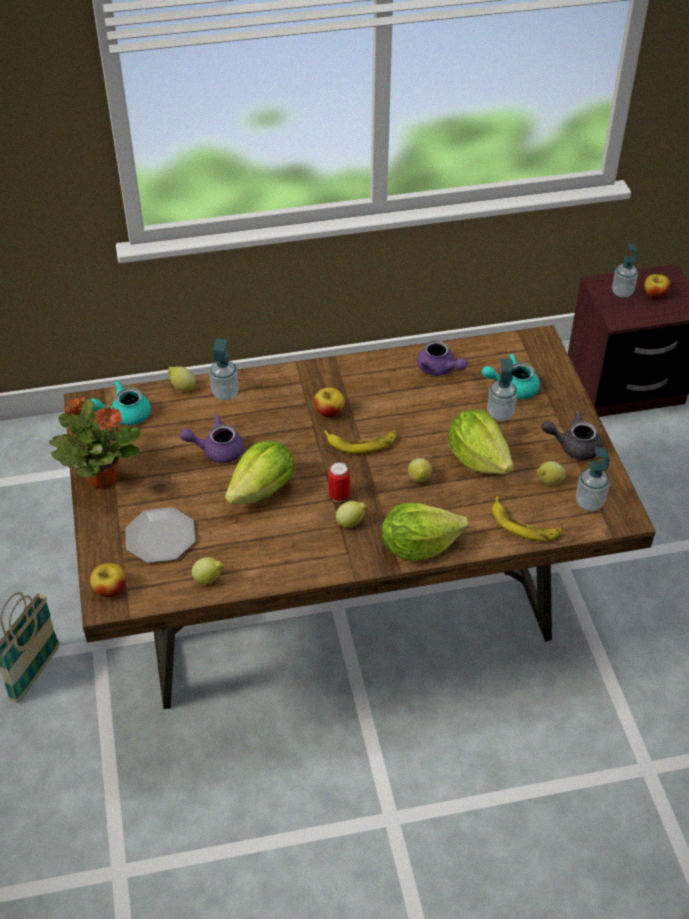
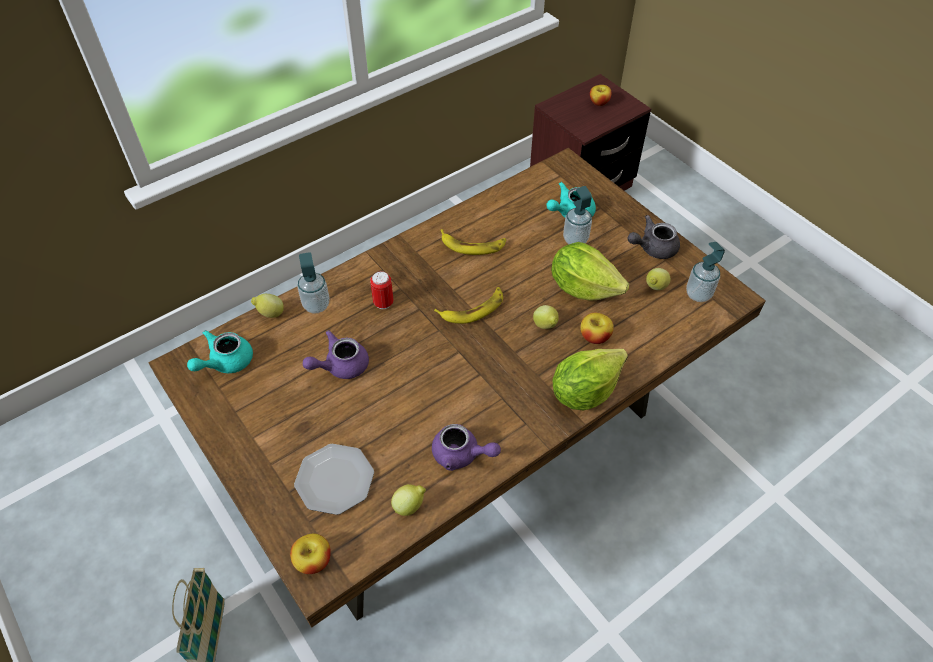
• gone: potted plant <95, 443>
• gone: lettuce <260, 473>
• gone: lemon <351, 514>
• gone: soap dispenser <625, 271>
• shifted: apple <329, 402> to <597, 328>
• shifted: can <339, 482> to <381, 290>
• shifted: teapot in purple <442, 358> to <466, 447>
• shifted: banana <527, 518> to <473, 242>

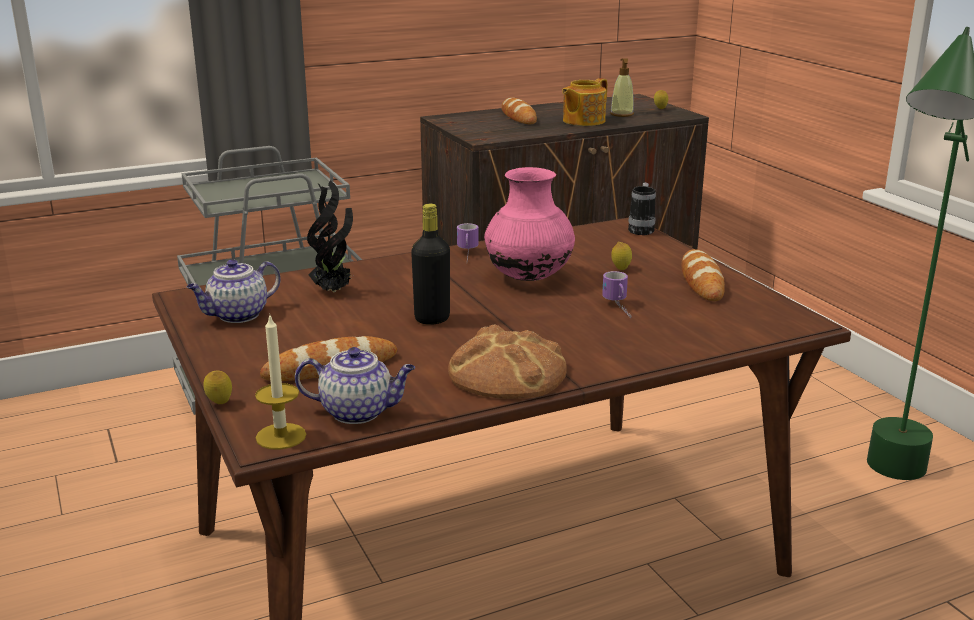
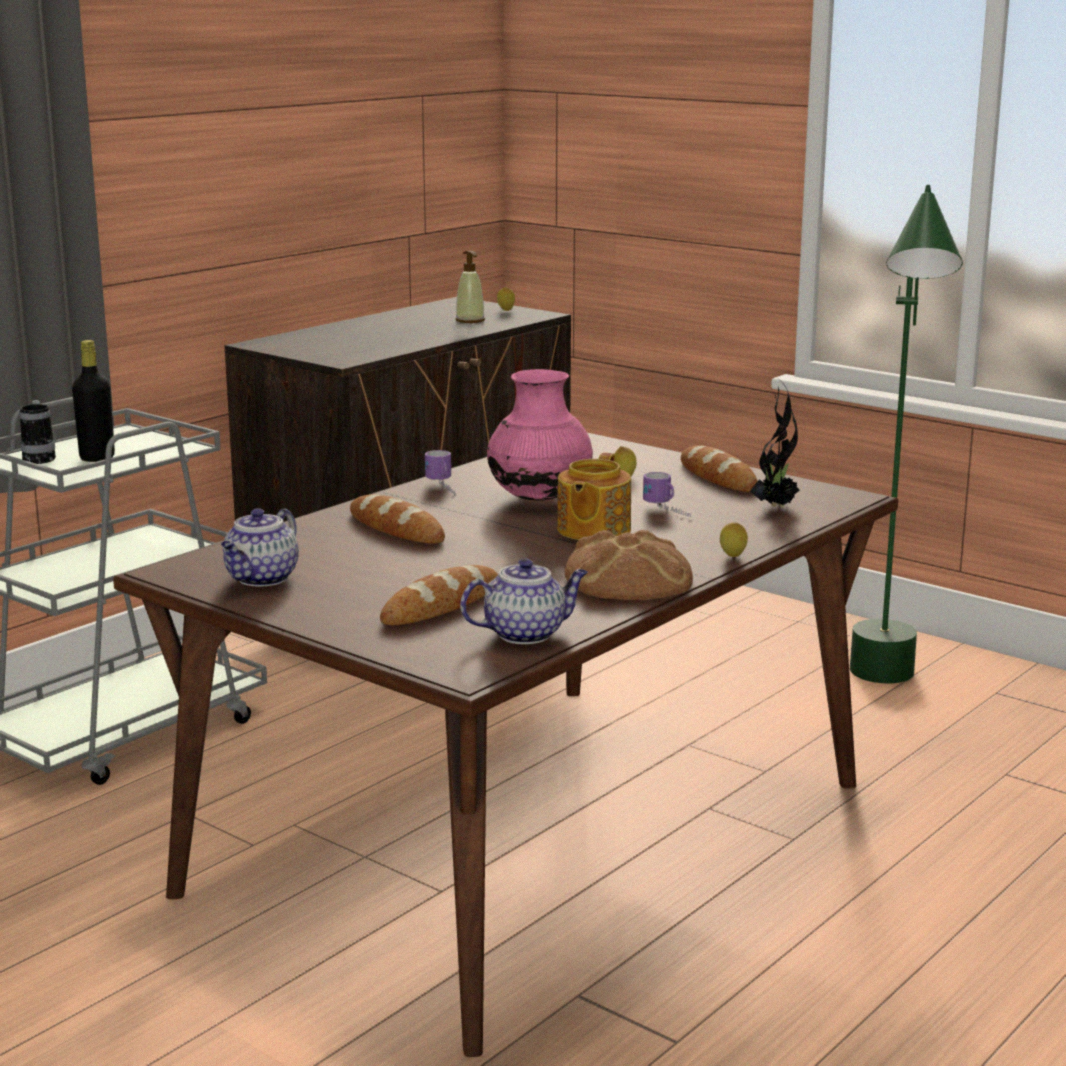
• gone: candle <280, 381>
• shifted: lemon <217, 387> to <734, 540>
• shifted: potted plant <330, 236> to <775, 446>
• shifted: bottle in black <430, 264> to <93, 401>
• shifted: bread <519, 110> to <397, 518>
• shifted: teapot <584, 102> to <594, 496>
• shifted: mug <642, 208> to <37, 432>

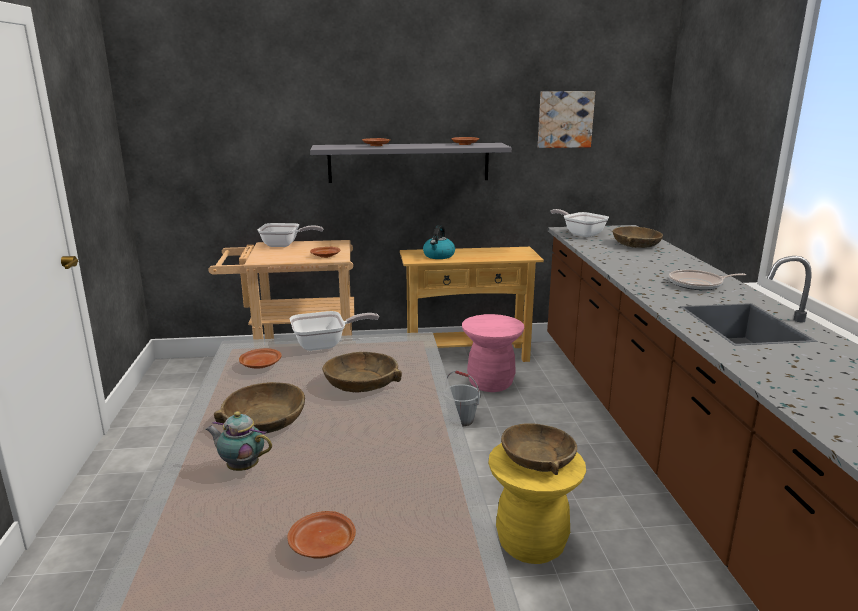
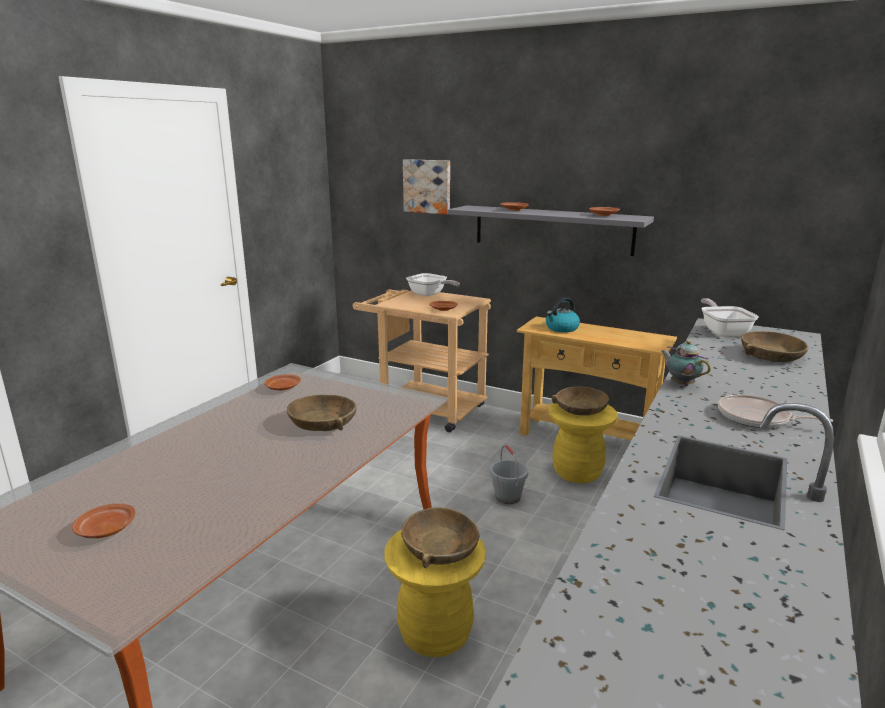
• gone: frying pan <334, 331>
• shifted: teapot <239, 441> to <686, 363>
• shifted: bowl in brown <259, 408> to <580, 401>
• shifted: picture <566, 119> to <426, 187>
• repainted: stool in pink <493, 353> to stool in yellow <583, 443>

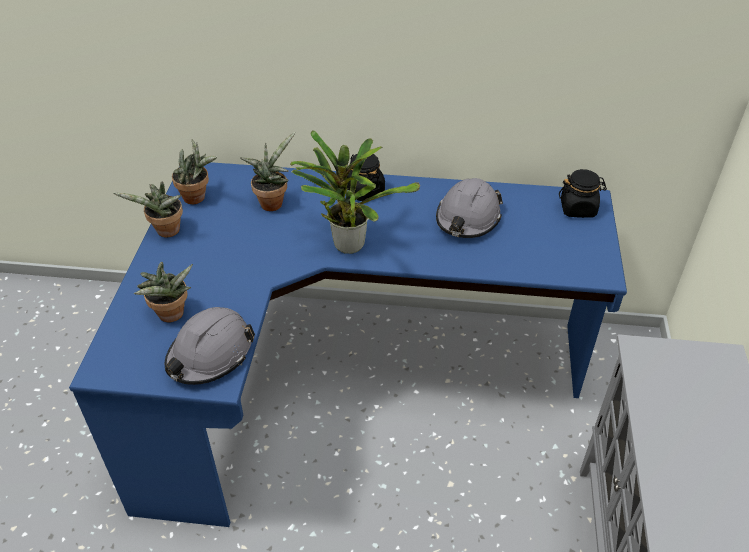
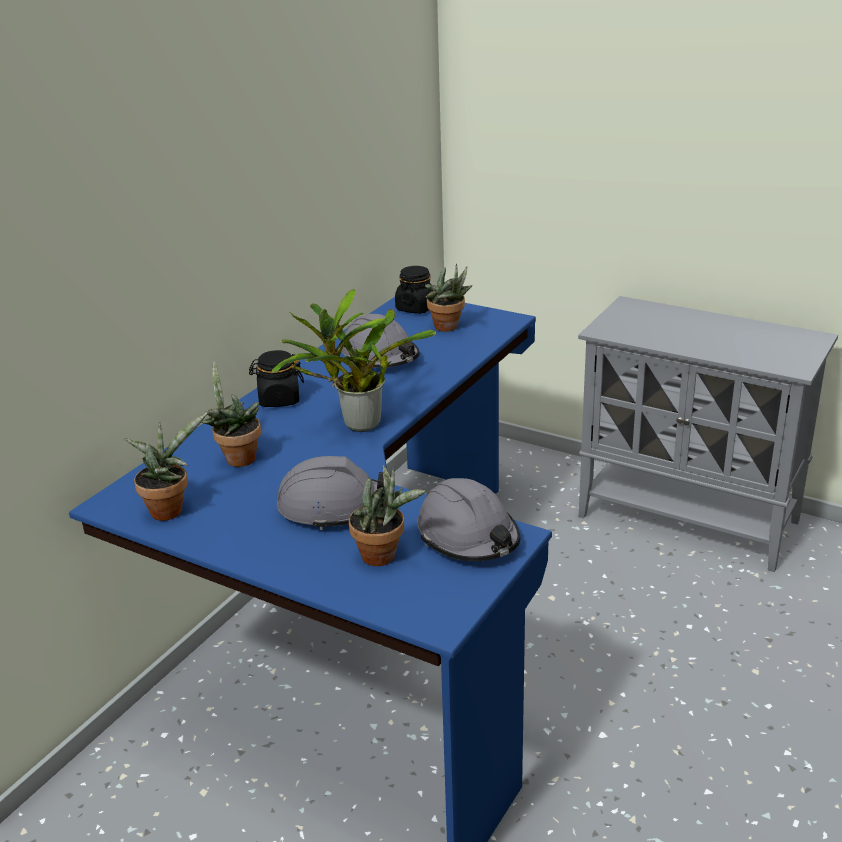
• new: hard hat in grey <334, 493>
• shifted: potted plant <148, 209> to <449, 297>

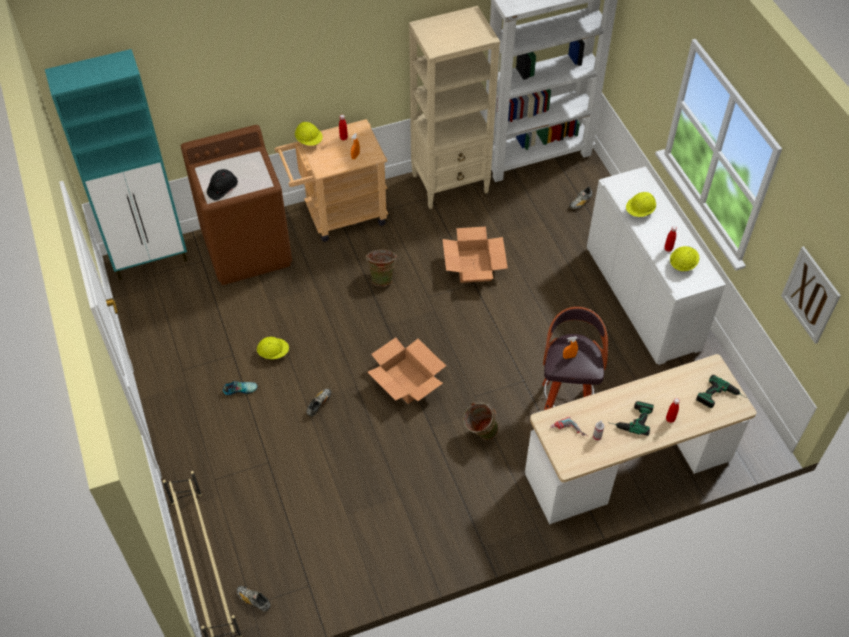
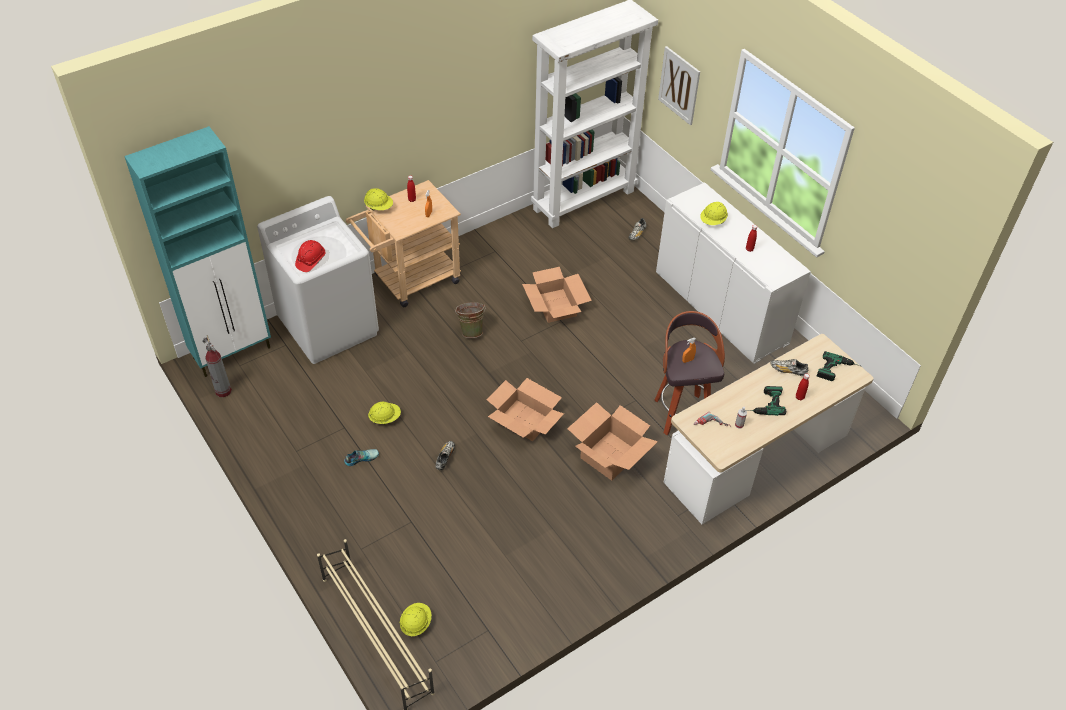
• gone: bookcase in beige <454, 107>
• new: fire extinguisher <217, 366>
• shifted: shoe <253, 599> to <789, 367>
• shifted: hard hat in yellow <684, 258> to <416, 619>
• shifted: picture <811, 295> to <679, 85>
• swapped: bucket in green <481, 421> to cardboard box <612, 441>
• repainted: washing machine in brown <236, 205> to washing machine in white <318, 280>
• repainted: hard hat in black <222, 184> to hard hat in red <310, 256>

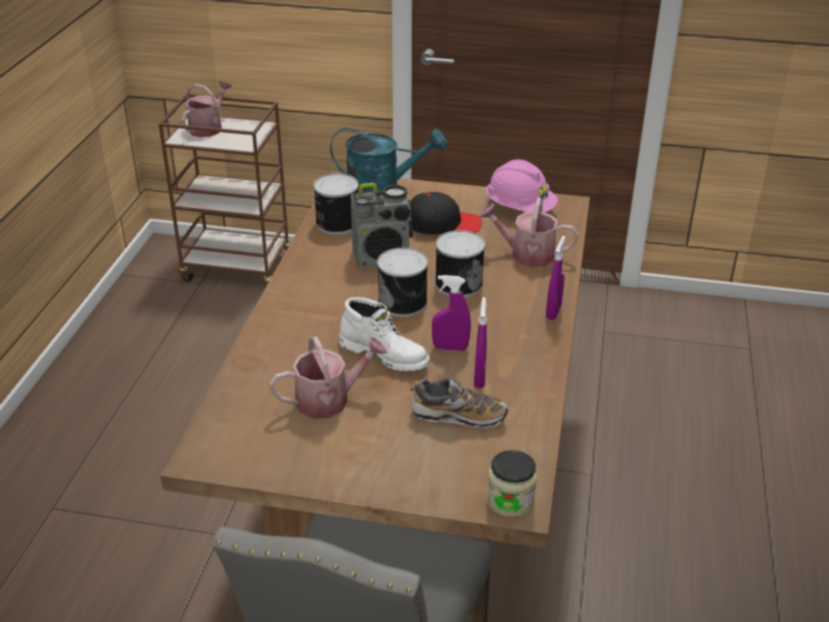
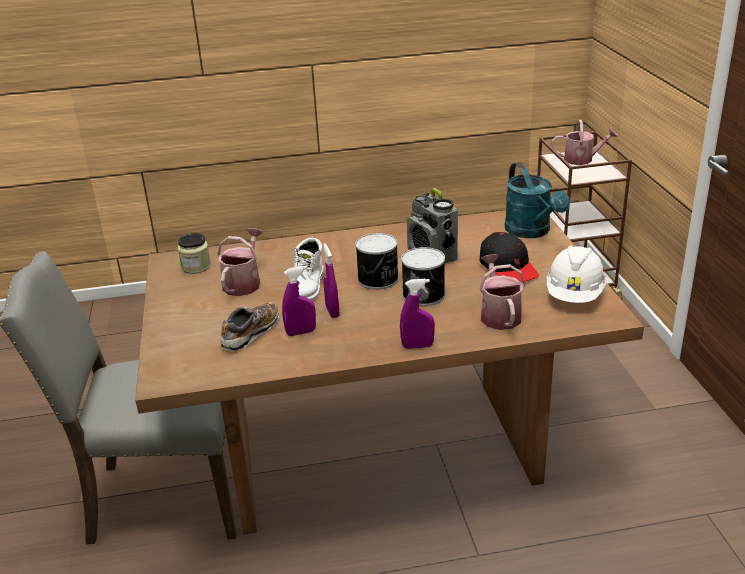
• gone: can <336, 204>
• shifted: jar <512, 483> to <194, 253>
• repainted: hard hat in pink <522, 186> to hard hat in white <576, 274>
• rotated: watering can <328, 377> = <240, 262> 120 degrees counterclockwise
• rotated: shoe <459, 403> = <249, 326> 135 degrees counterclockwise

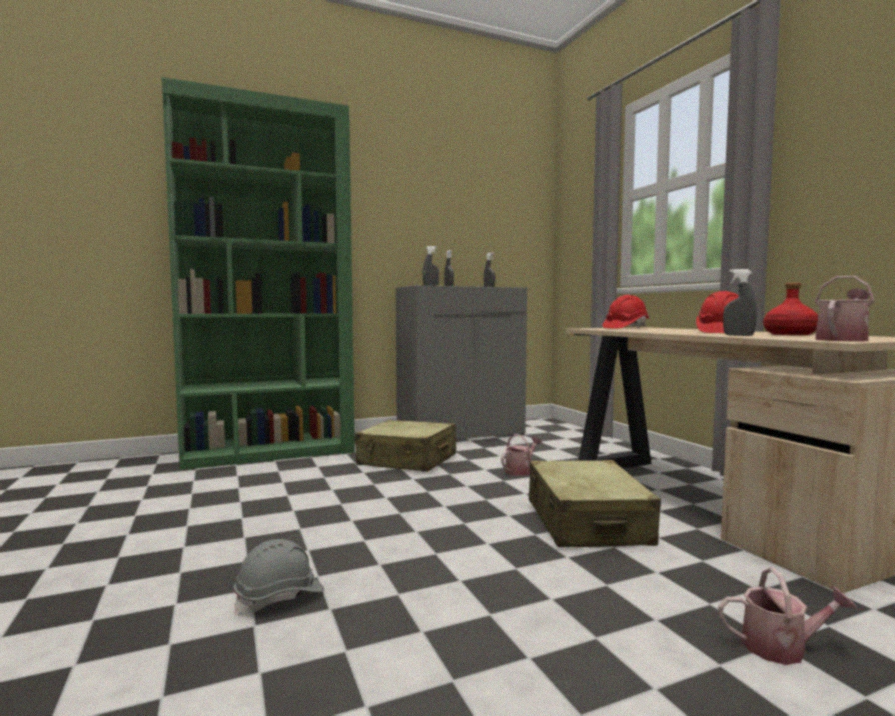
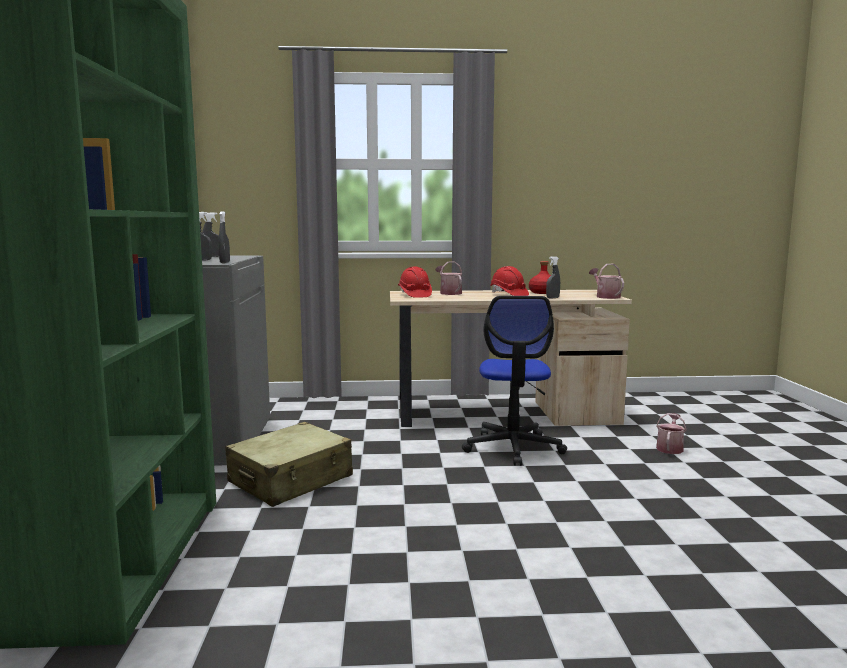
• gone: hard hat in grey <279, 576>
• shifted: watering can <521, 455> to <449, 278>
• swapped: suitcase in beige <595, 503> to office chair <514, 381>

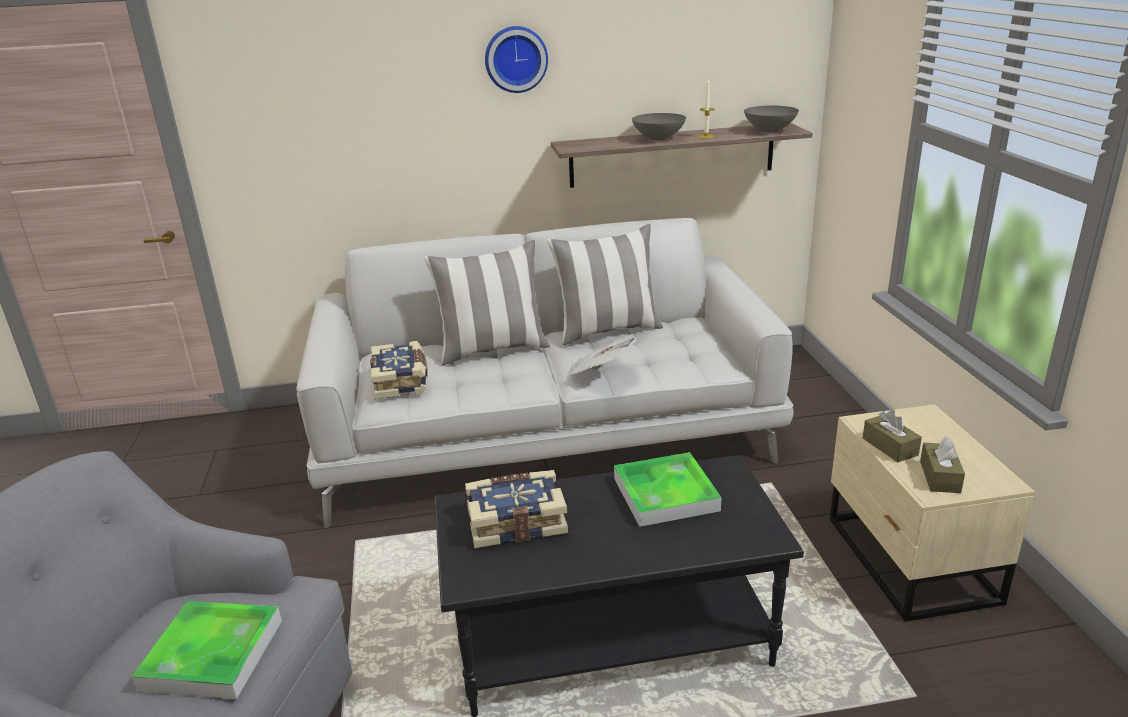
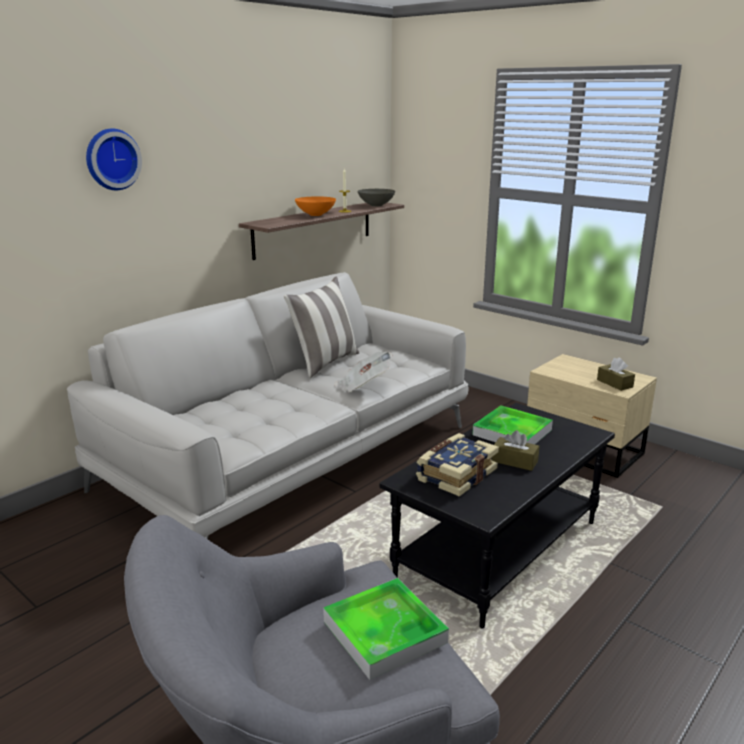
• gone: book <399, 370>
• gone: pillow <487, 303>
• shifted: wall clock <516, 59> to <114, 159>
• shifted: tissue box in brown <892, 436> to <515, 450>
• repainted: bowl in grey <659, 127> to bowl in orange <315, 206>

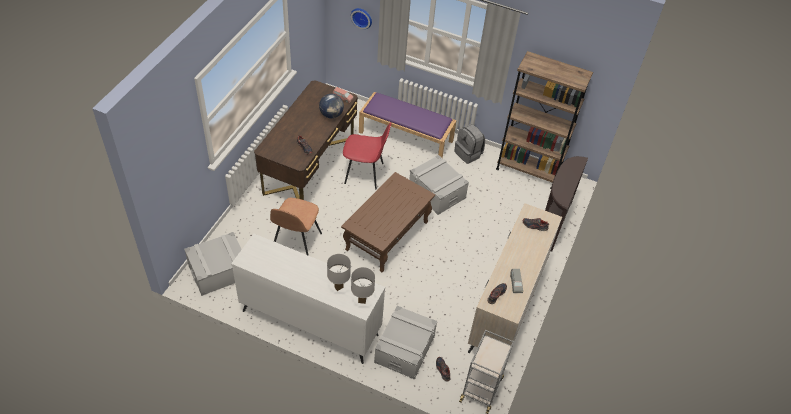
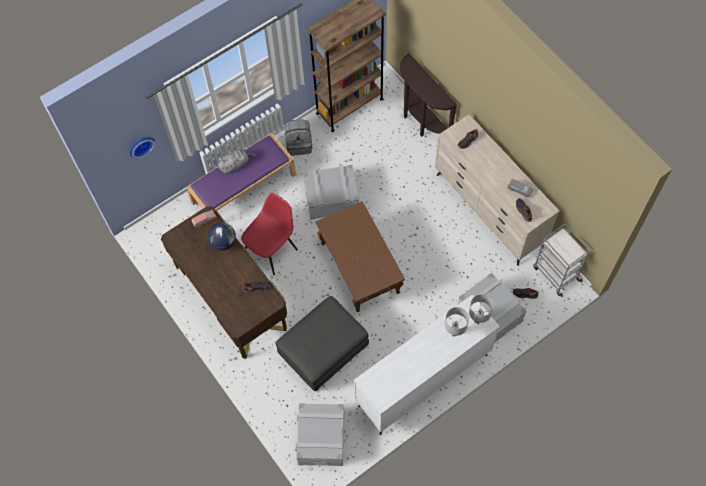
• new: plush toy in grey <236, 161>
• swapped: chair in brown <296, 227> to ottoman in grey <322, 343>

